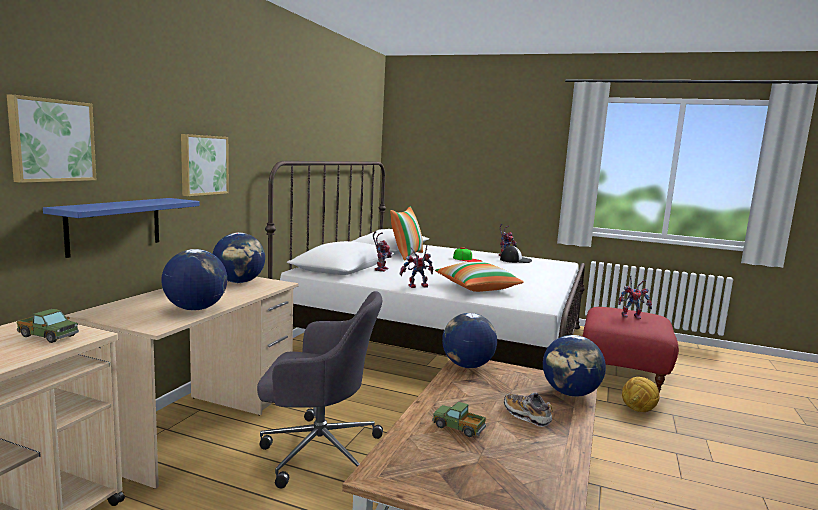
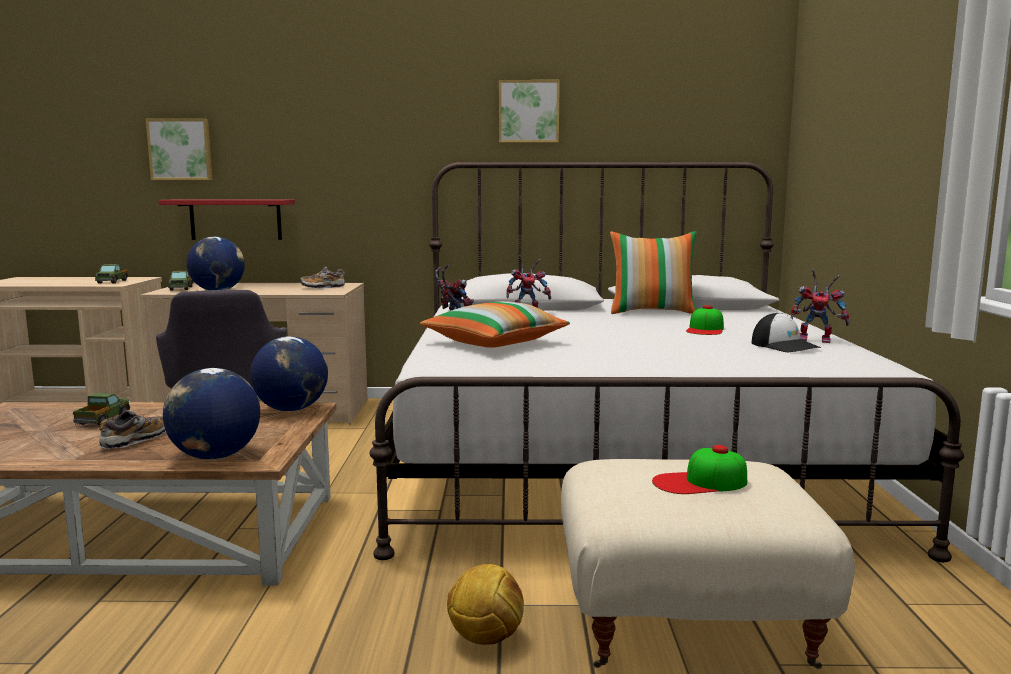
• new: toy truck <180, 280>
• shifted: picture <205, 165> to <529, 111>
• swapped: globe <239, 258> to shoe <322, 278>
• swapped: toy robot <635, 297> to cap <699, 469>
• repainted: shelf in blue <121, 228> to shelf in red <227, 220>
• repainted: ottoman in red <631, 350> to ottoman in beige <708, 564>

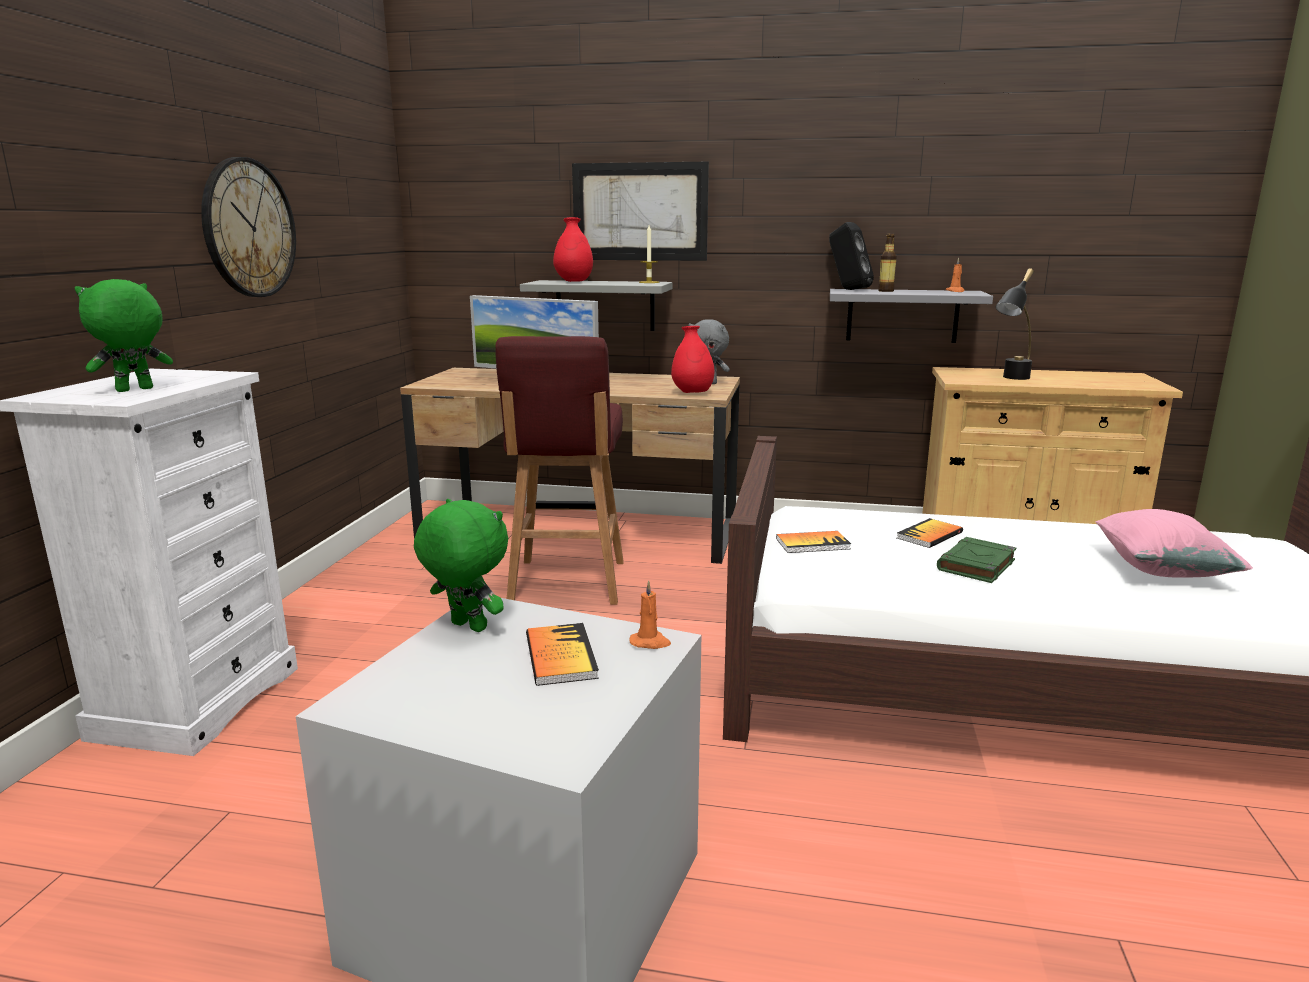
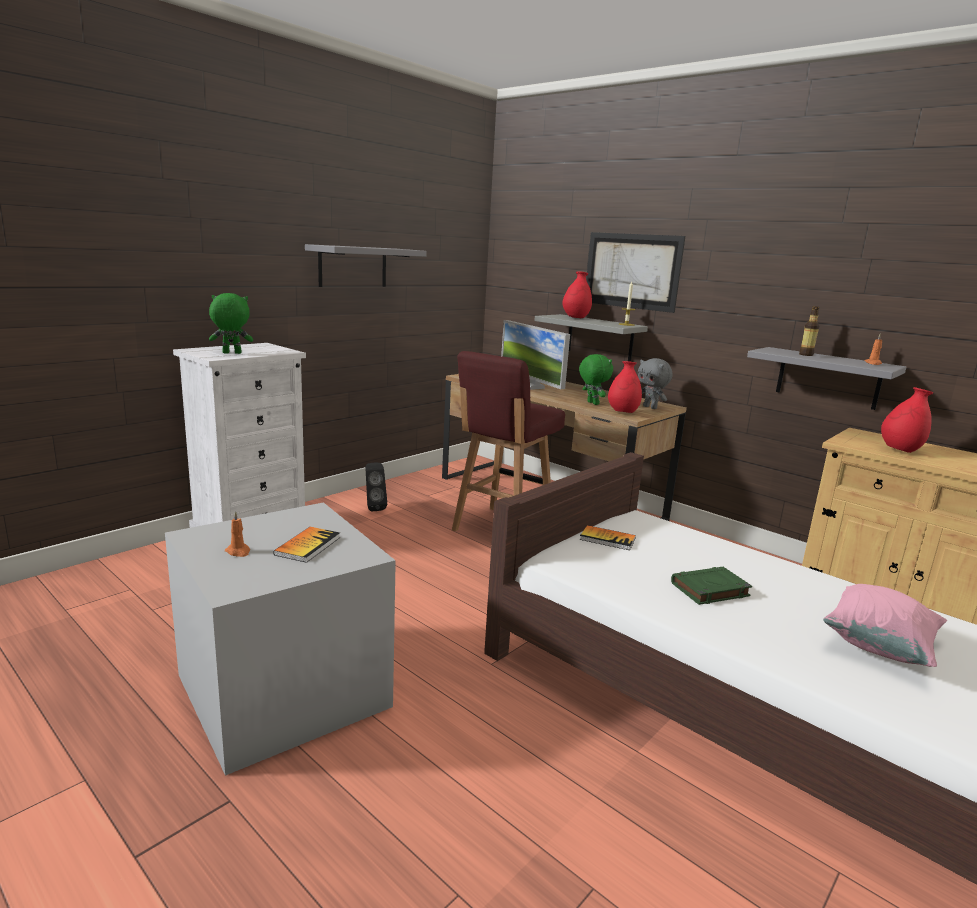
• gone: book <930, 533>
• shifted: plush toy in green <461, 565> to <596, 379>
• shifted: candle in orange <650, 615> to <237, 534>
• shifted: speaker in black <851, 256> to <376, 487>
• swapped: wall clock <248, 227> to shelf in grey <366, 265>
• swapped: table lamp in black <1015, 324> to vase in red <907, 420>

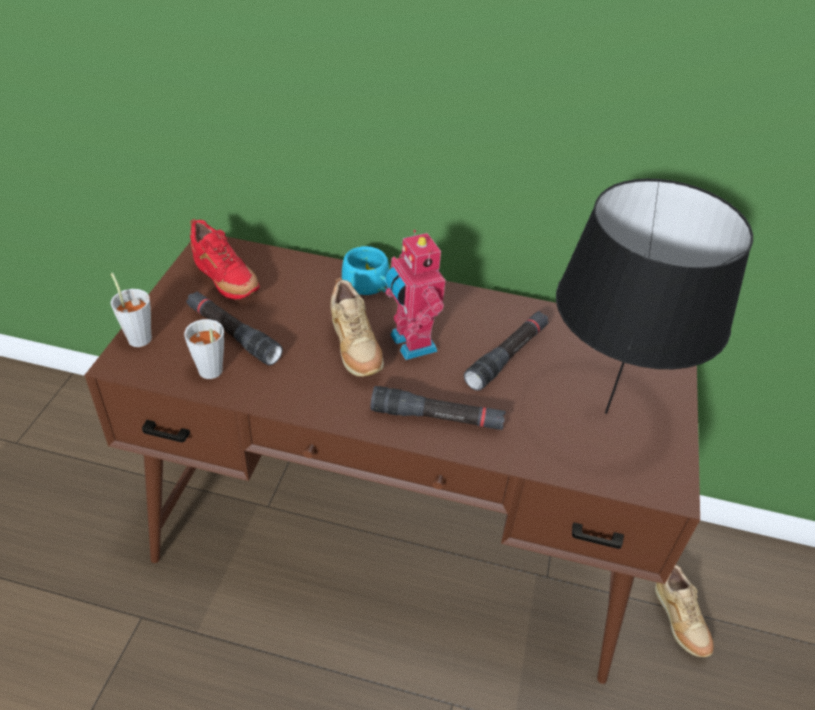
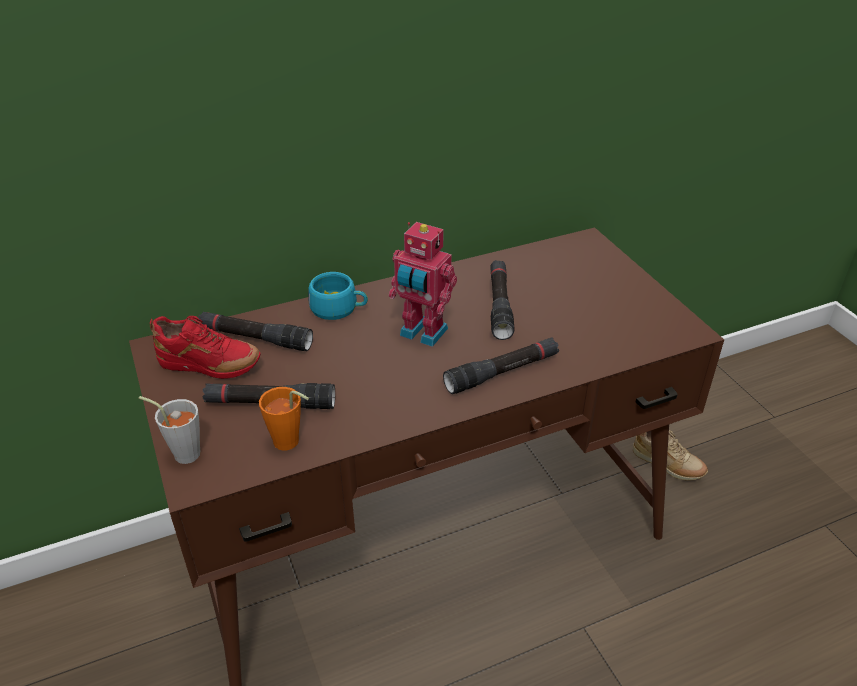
• gone: shoe in beige <357, 327>
• gone: table lamp in black <654, 296>
• new: flashlight in black <255, 331>
• repainted: cup in grey <204, 349> to cup in orange <284, 418>

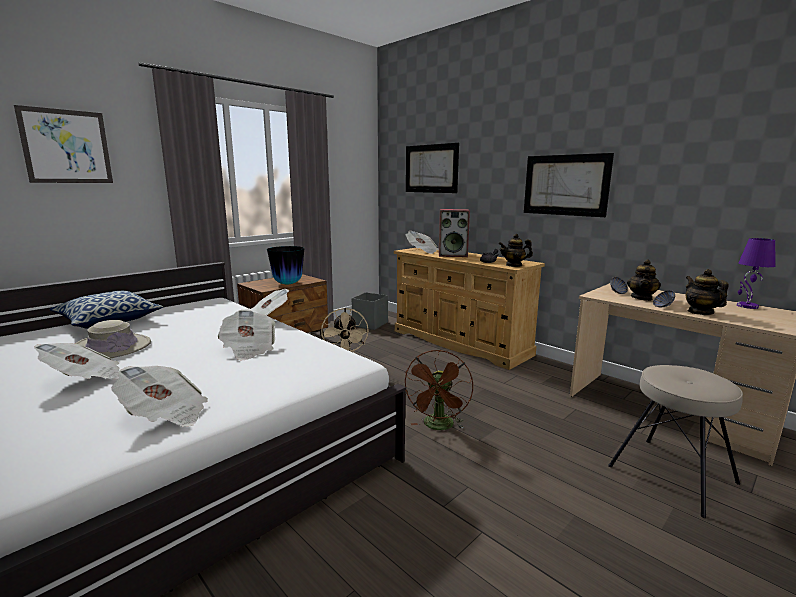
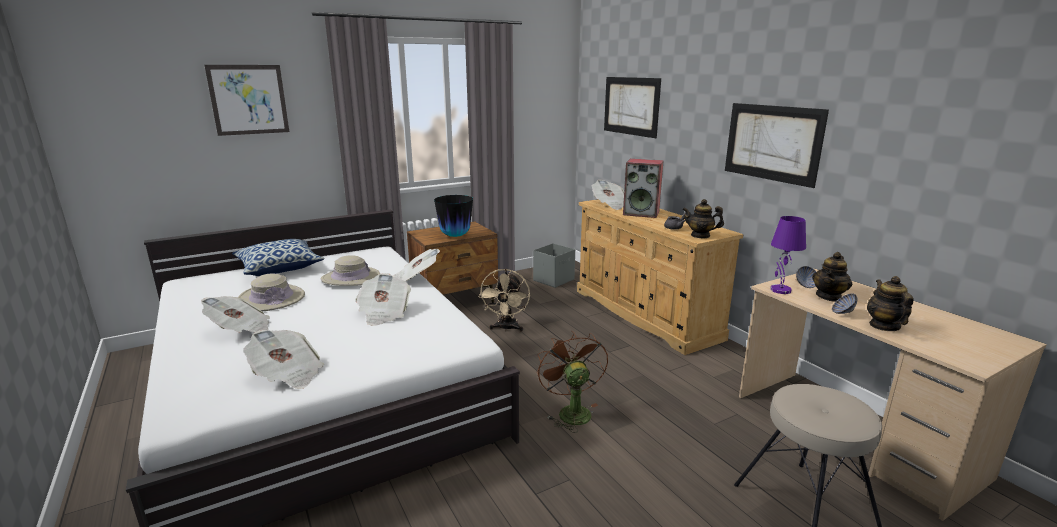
• new: hat in beige <350, 270>
• shifted: table lamp in purple <756, 273> to <788, 255>
• rotated: fan in brown <439, 390> = <572, 382> 135 degrees clockwise

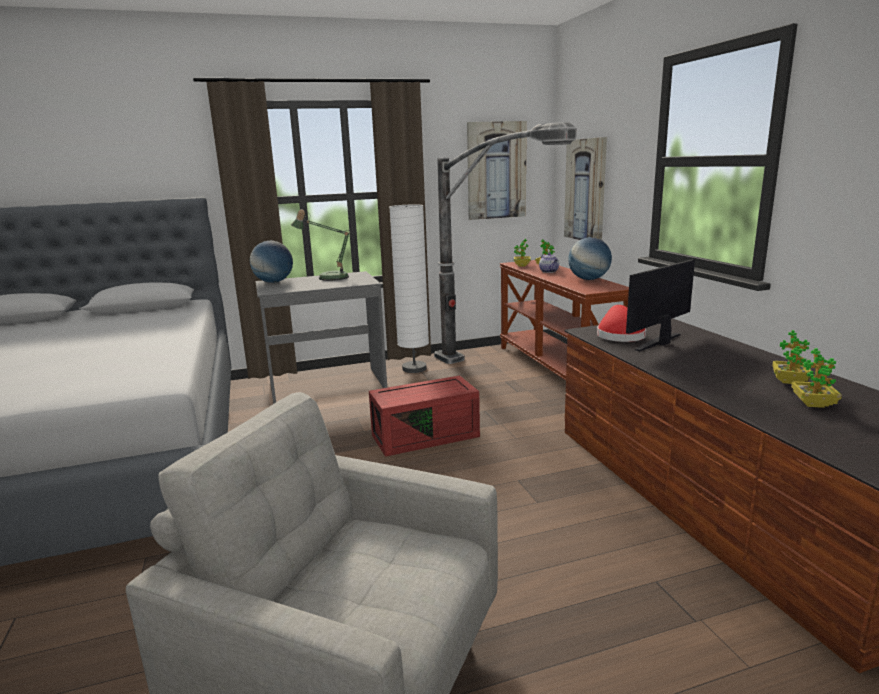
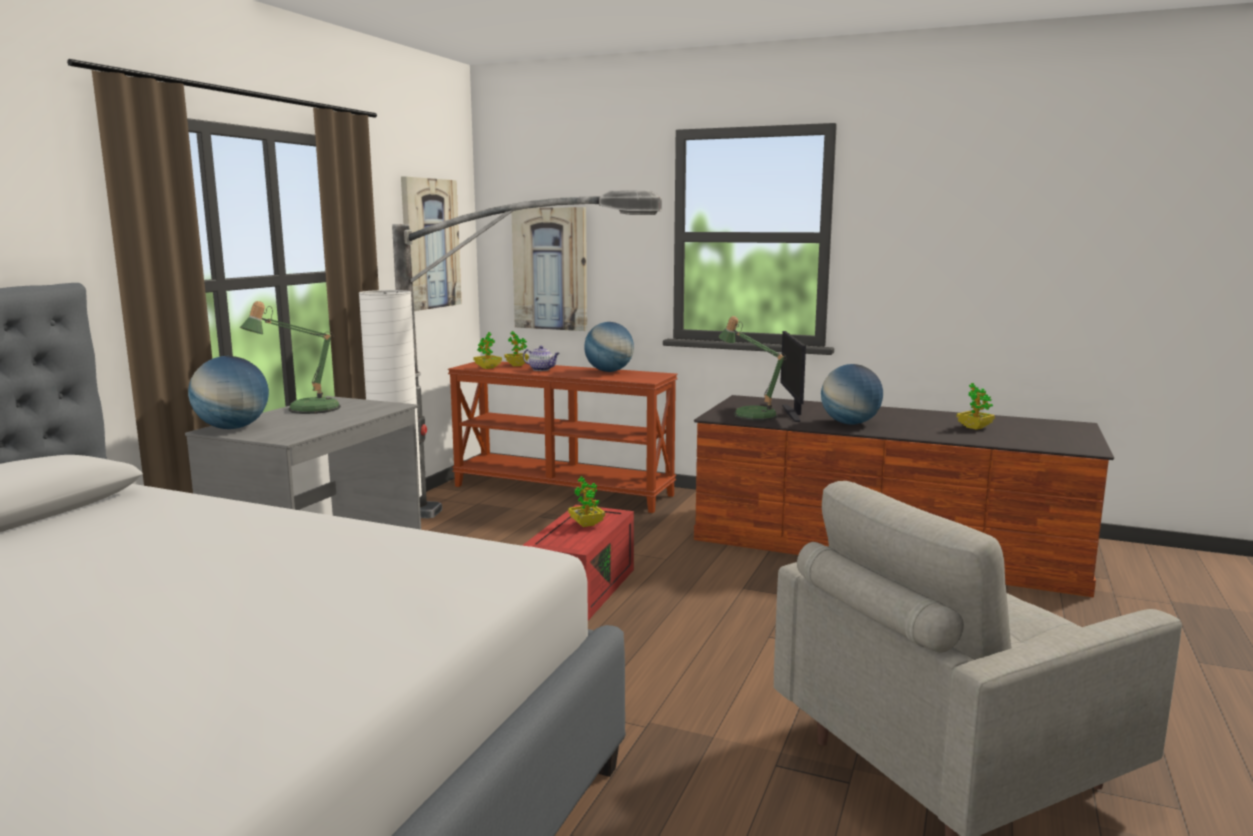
• new: globe <852, 394>
• shifted: potted plant <791, 357> to <586, 502>
• swapped: hat in red <621, 323> to table lamp <753, 368>

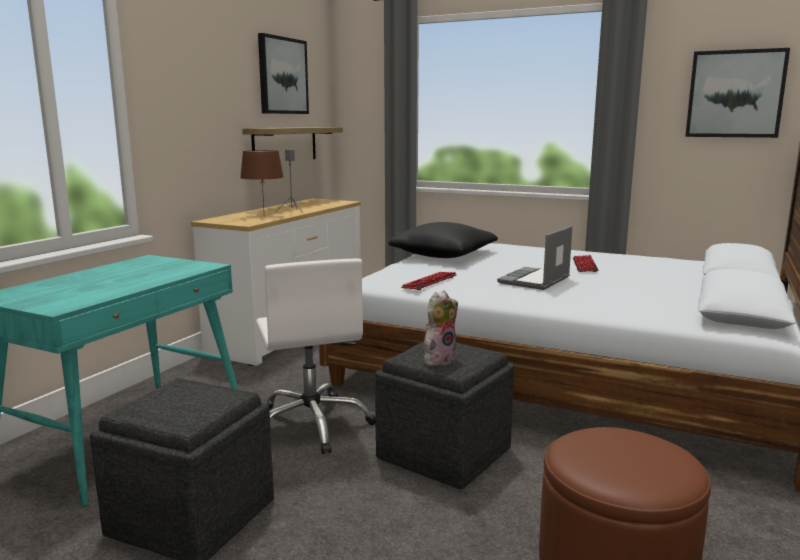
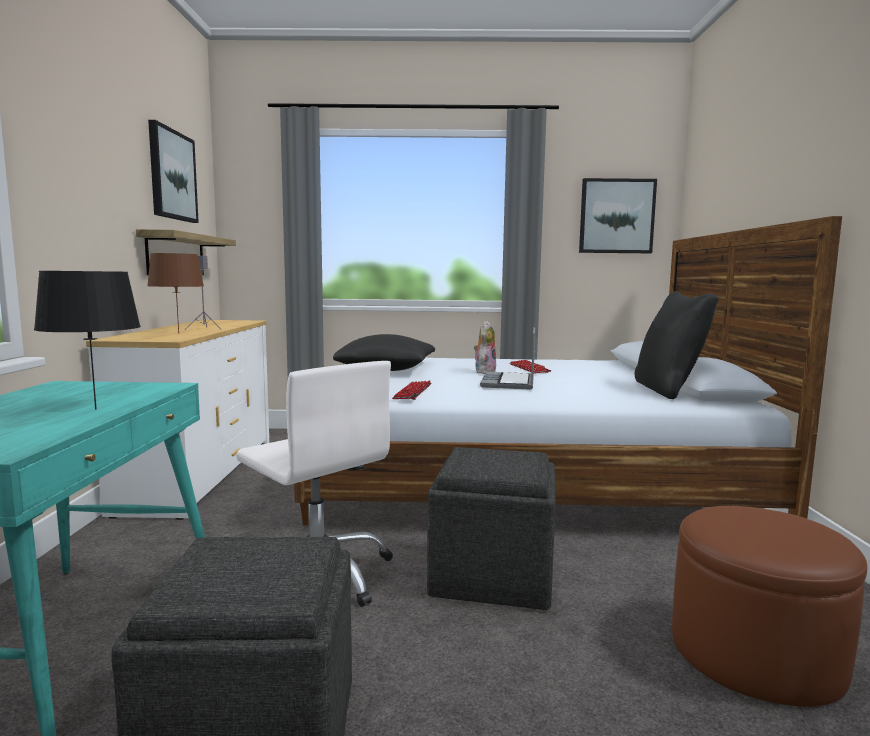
• new: table lamp in black <87, 340>
• new: pillow in black <677, 345>
• shifted: plush toy <440, 328> to <485, 347>

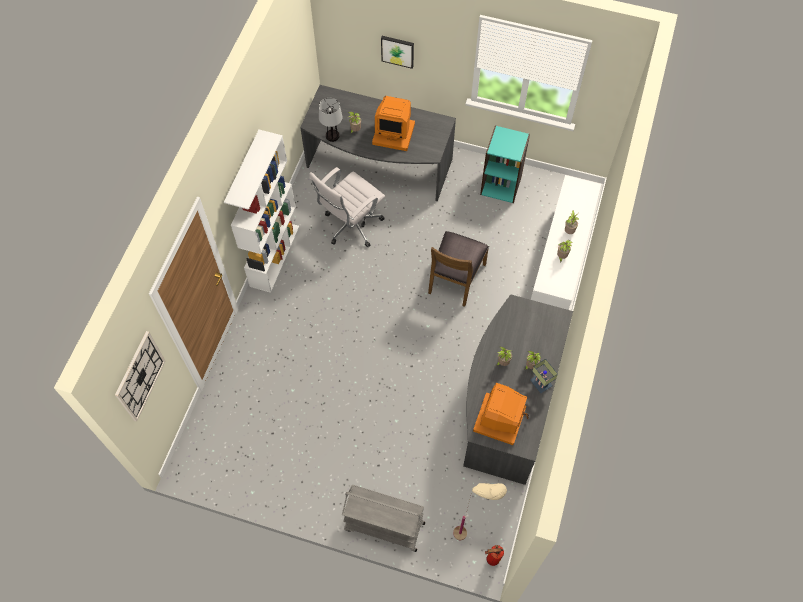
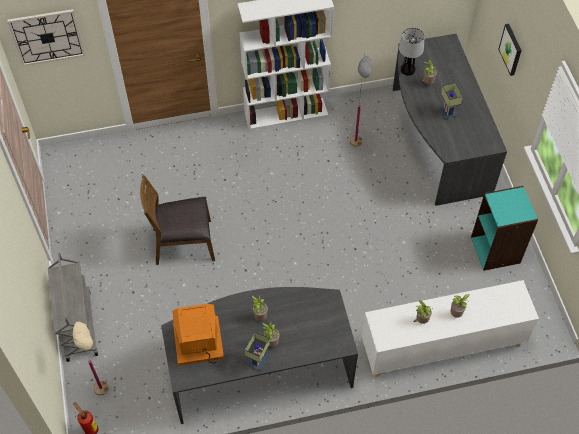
• shifted: chair in brown <458, 269> to <177, 220>
• swapped: office chair in white <347, 207> to floor lamp in grey <361, 101>
• swapped: monitor <393, 123> to table lamp <451, 101>

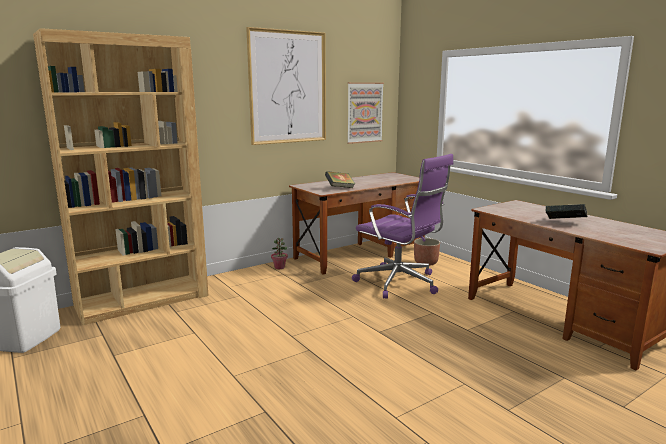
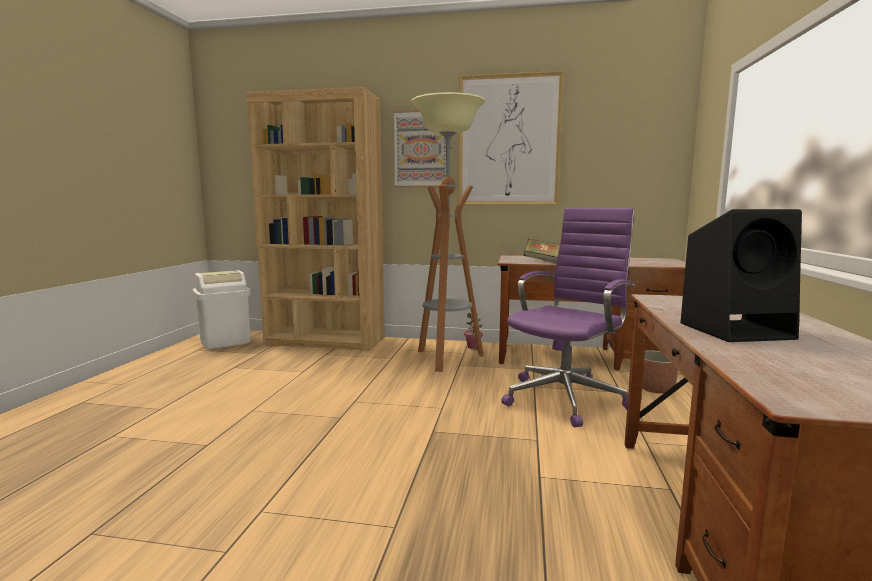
• new: floor lamp <448, 232>
• shifted: picture <365, 113> to <420, 148>
• swapped: book <566, 211> to speaker in black <741, 275>
• rotated: office chair in purple <402, 226> = <568, 317> 135 degrees counterclockwise

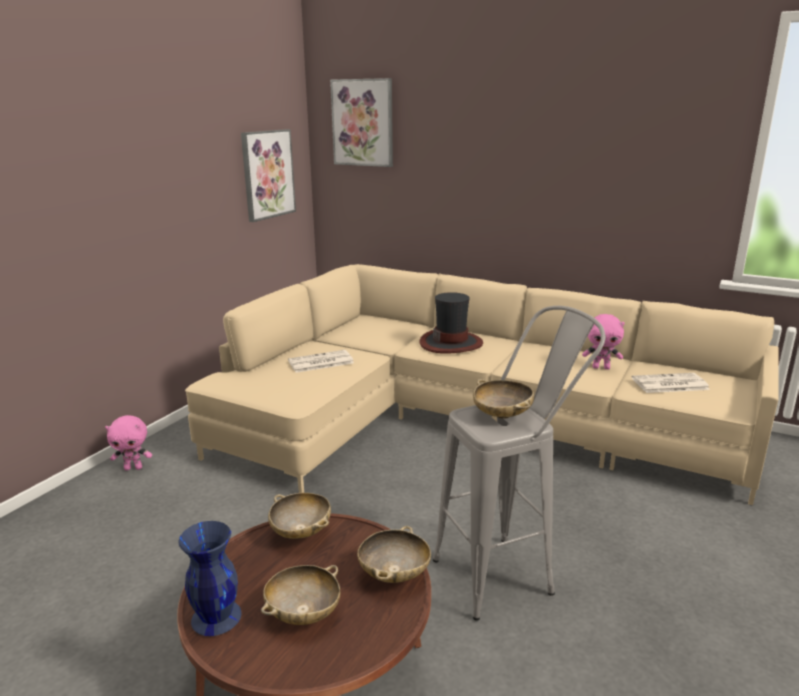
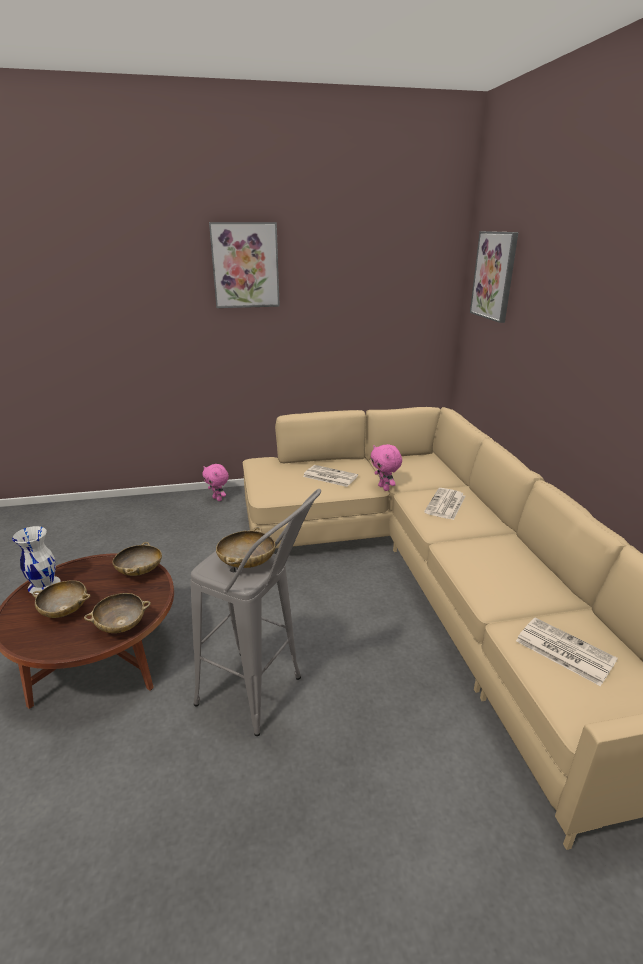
• shifted: picture <268, 175> to <244, 265>
• shifted: plush toy in pink <603, 341> to <386, 467>
• swapped: hat <451, 323> to newspaper <444, 504>
• repainted: vase in blue <209, 578> to vase in white <36, 560>

